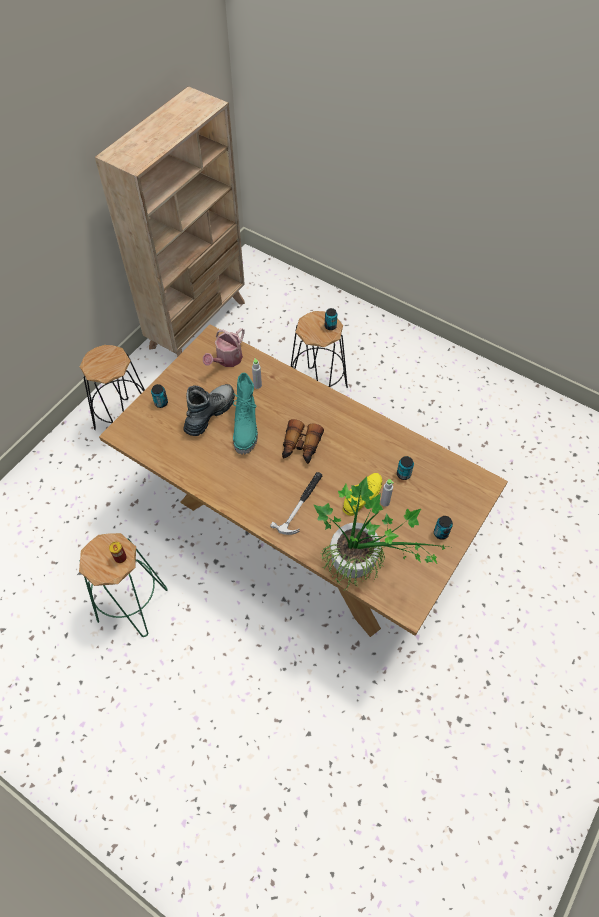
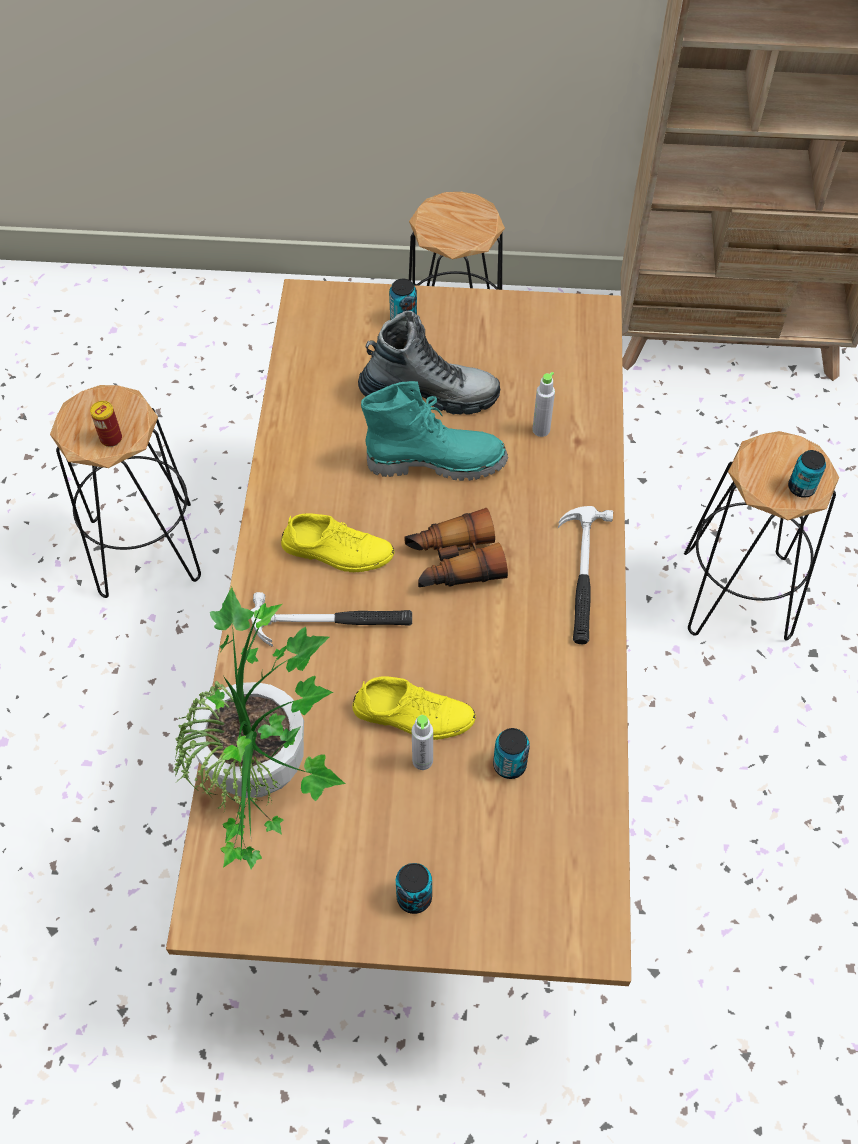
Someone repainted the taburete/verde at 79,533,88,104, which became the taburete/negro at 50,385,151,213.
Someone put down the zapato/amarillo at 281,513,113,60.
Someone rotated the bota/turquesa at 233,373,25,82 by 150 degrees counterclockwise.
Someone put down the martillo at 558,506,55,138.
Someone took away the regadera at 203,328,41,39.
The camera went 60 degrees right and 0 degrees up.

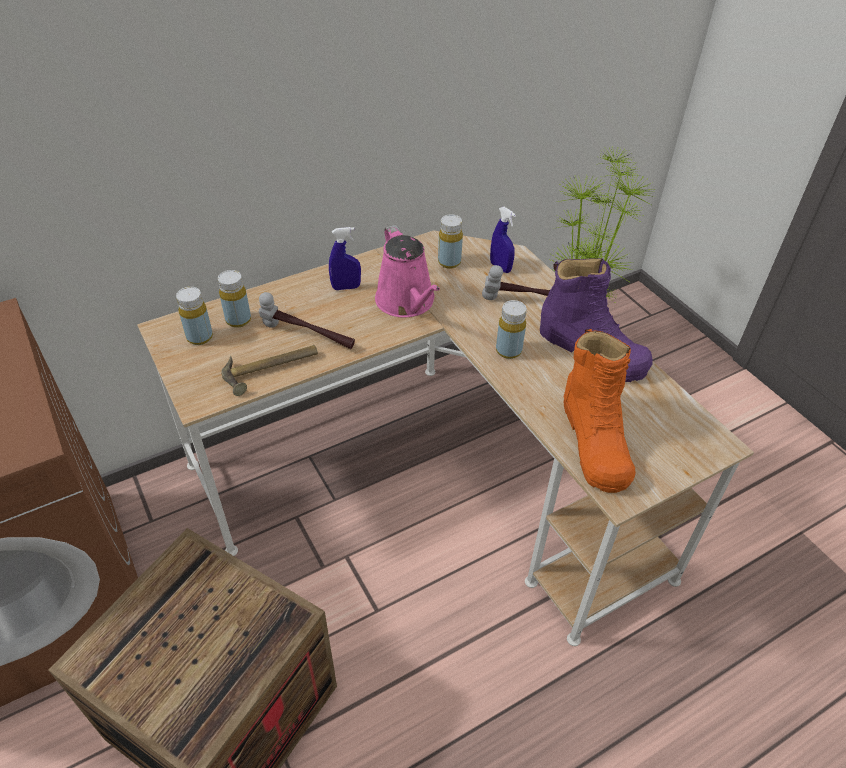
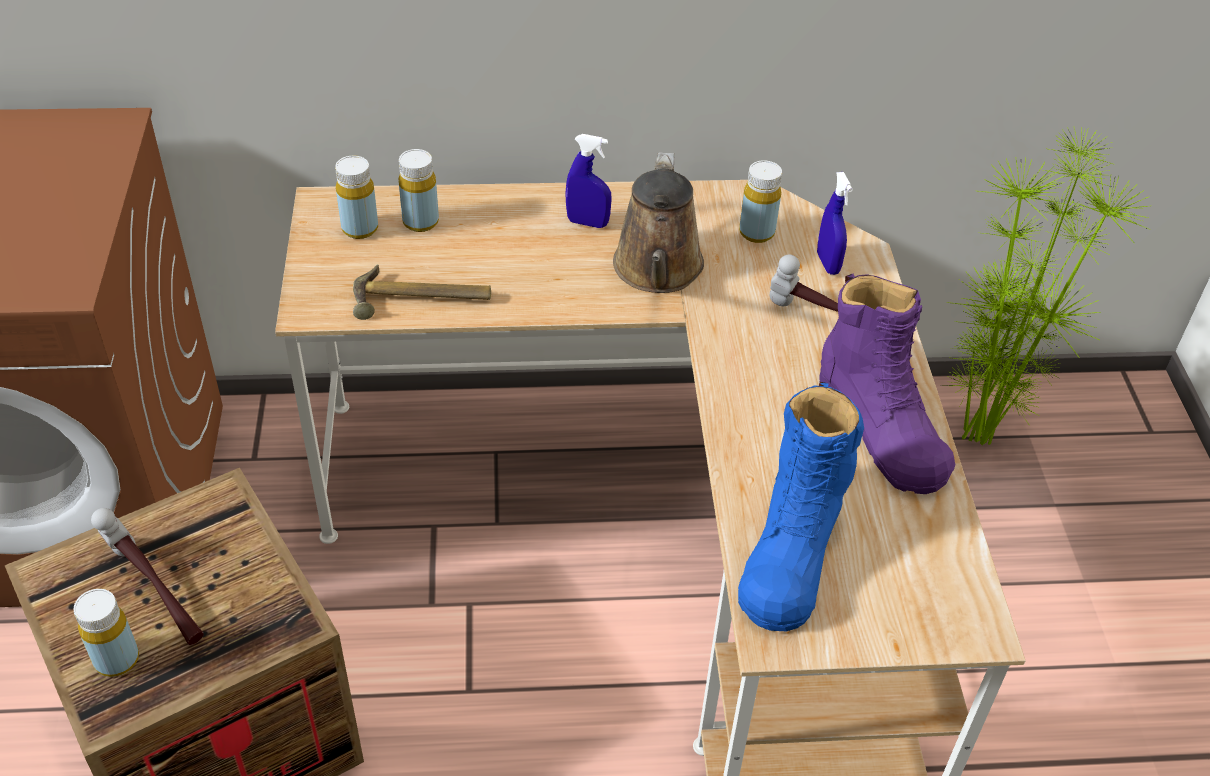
Someone carried the botella/amarillo from 496,300,31,59 to 74,589,65,88.
Someone carried the martillo from 259,292,96,57 to 91,508,113,137.
Someone repainted the regadera/rosa at 375,225,65,93, which became the regadera/marrón at 613,152,91,141.
Someone repainted the bota/naranja at 564,329,71,164, which became the bota/azul at 738,382,126,249.
The camera went 25 degrees right and 0 degrees up.

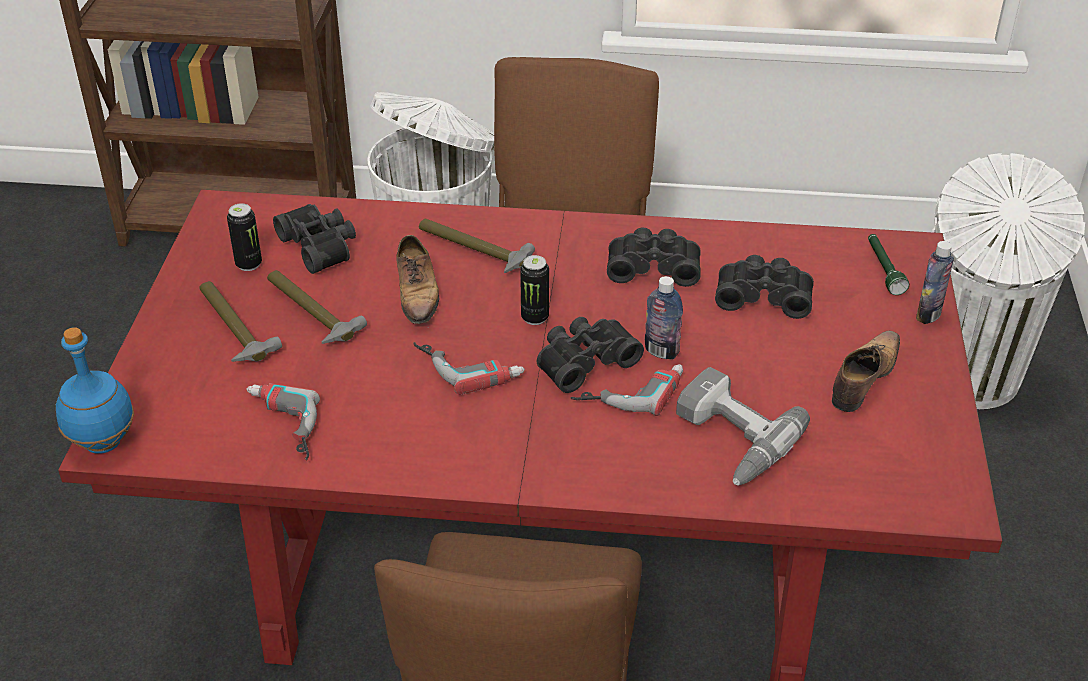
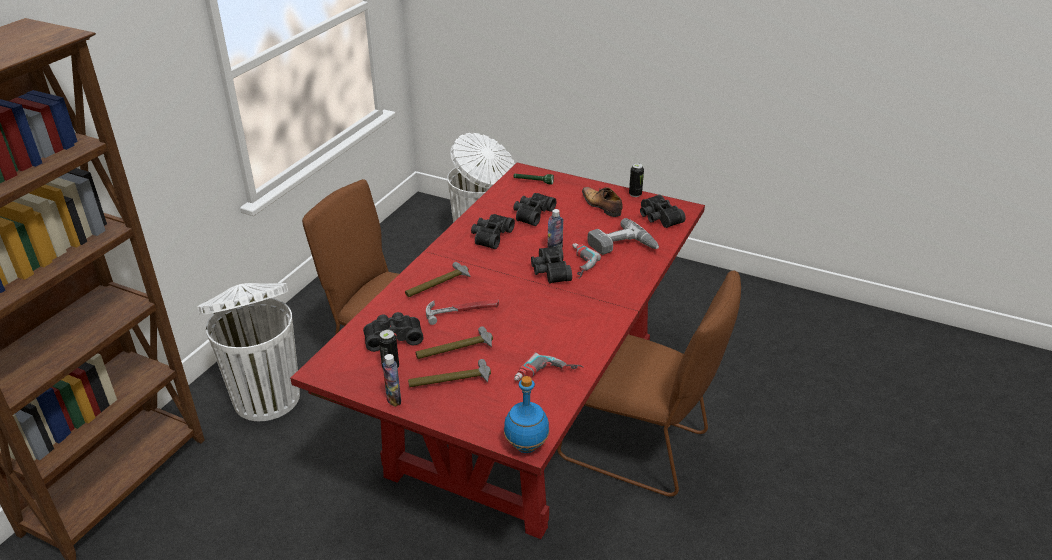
Someone carried the botella from 916,241,38,83 to 382,354,19,53.
Someone swapped the zapato at 396,235,43,89 for the martillo at 426,299,73,26.
Someone carried the lata from 520,255,29,70 to 629,163,15,34.
Someone put down the prismáticos/negro at 640,195,46,33.
Someone took away the taladro at 414,342,111,53.
The camera went 70 degrees left and 5 degrees down.

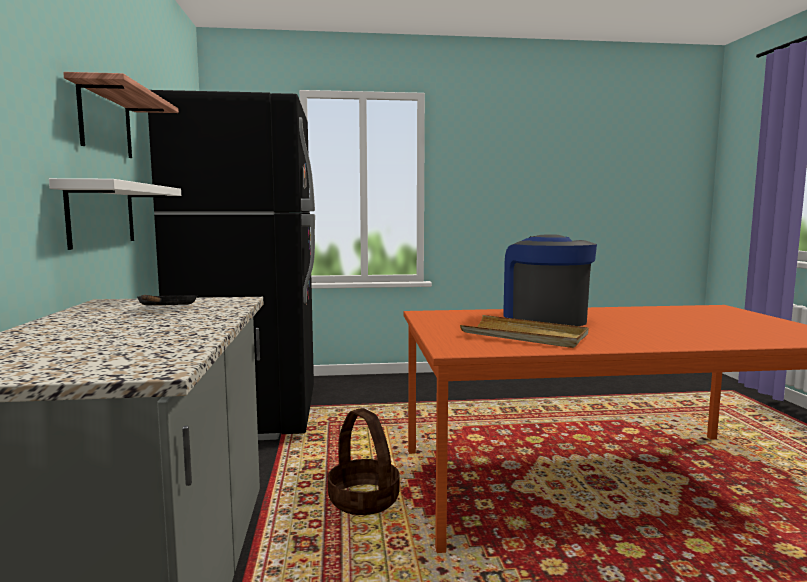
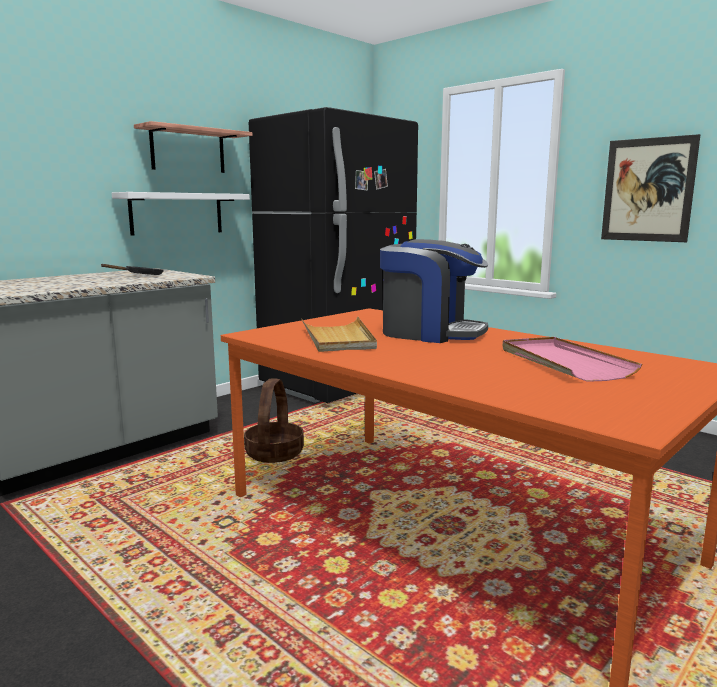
Someone rotated the cafetera at 503,234,94,92 by 75 degrees clockwise.
Someone put down the bandeja/rosa at 503,337,139,45.
Someone put up the cuadro at 601,134,100,108.
The camera went 50 degrees right and 5 degrees up.

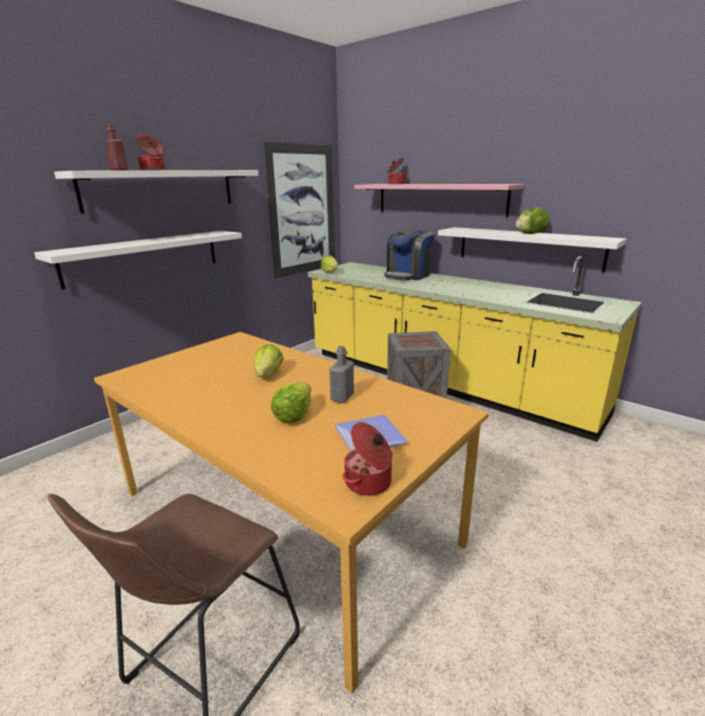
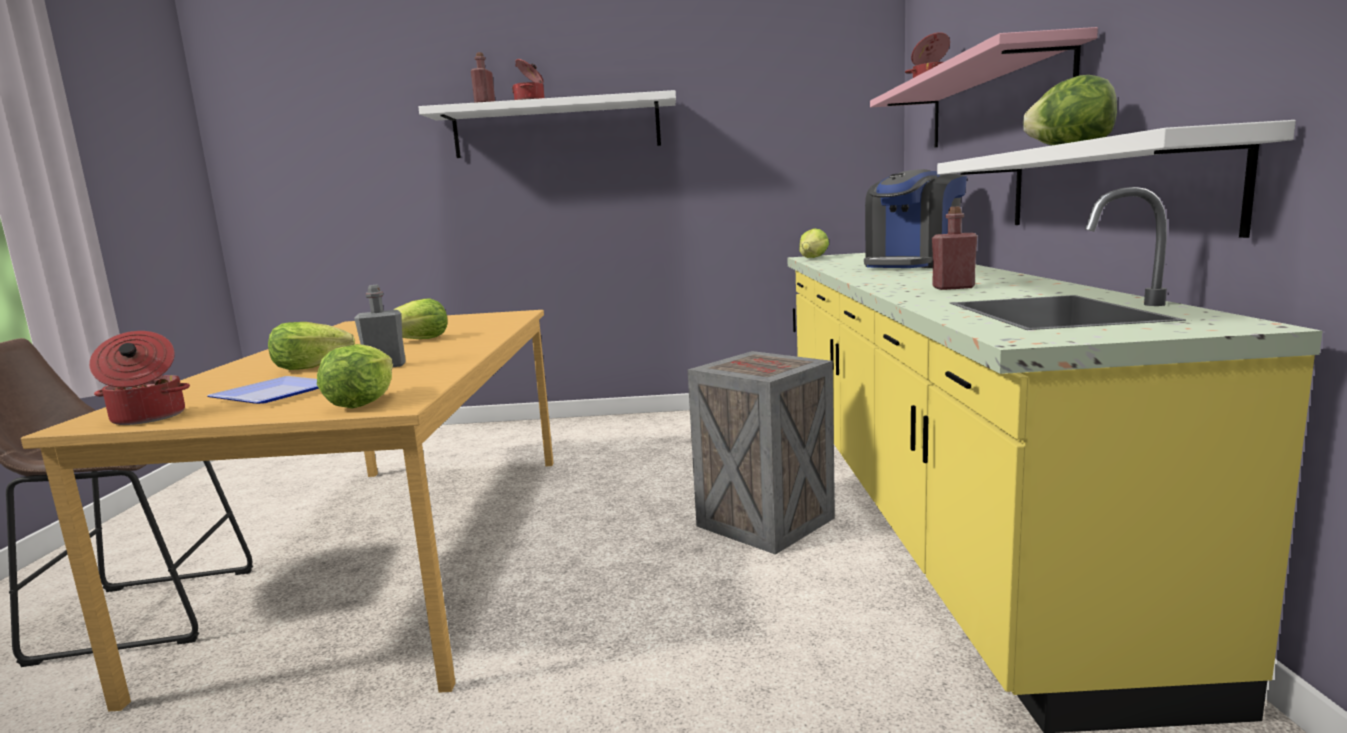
Someone put down the lechuga at 317,344,76,65.
Someone rotated the cafetera at 384,229,51,51 by 45 degrees counterclockwise.
Someone put down the botella/rojo at 932,207,45,83.
Someone took away the estante/blanco at 34,231,208,59.
Someone took away the cuadro at 263,142,72,136.
The camera went 50 degrees right and 10 degrees down.

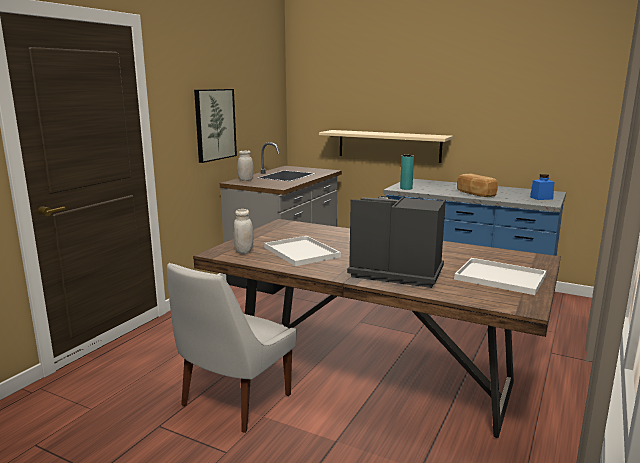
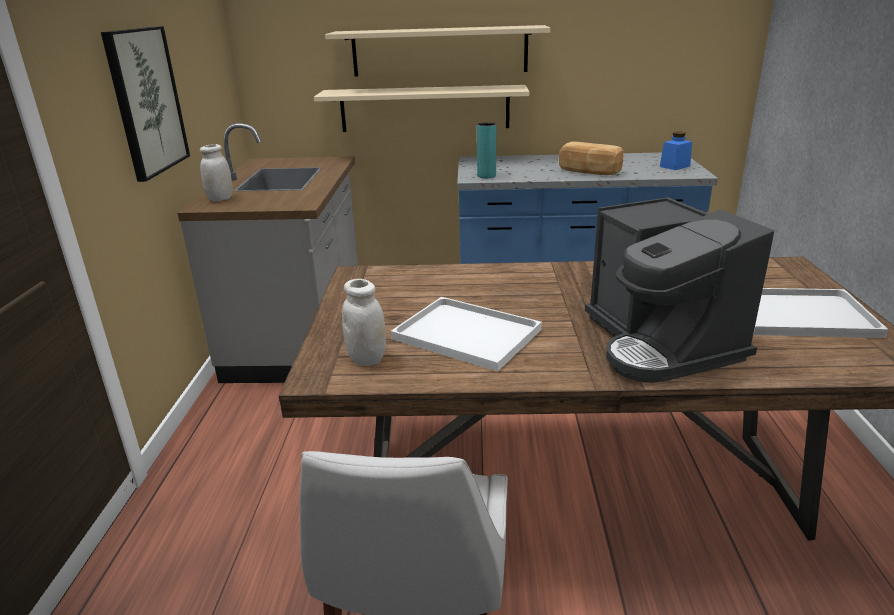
Someone put up the estante/beis at 325,25,225,52.
Someone rotated the cafetera at 347,196,99,92 by 105 degrees counterclockwise.
The camera went 25 degrees left and 10 degrees up.

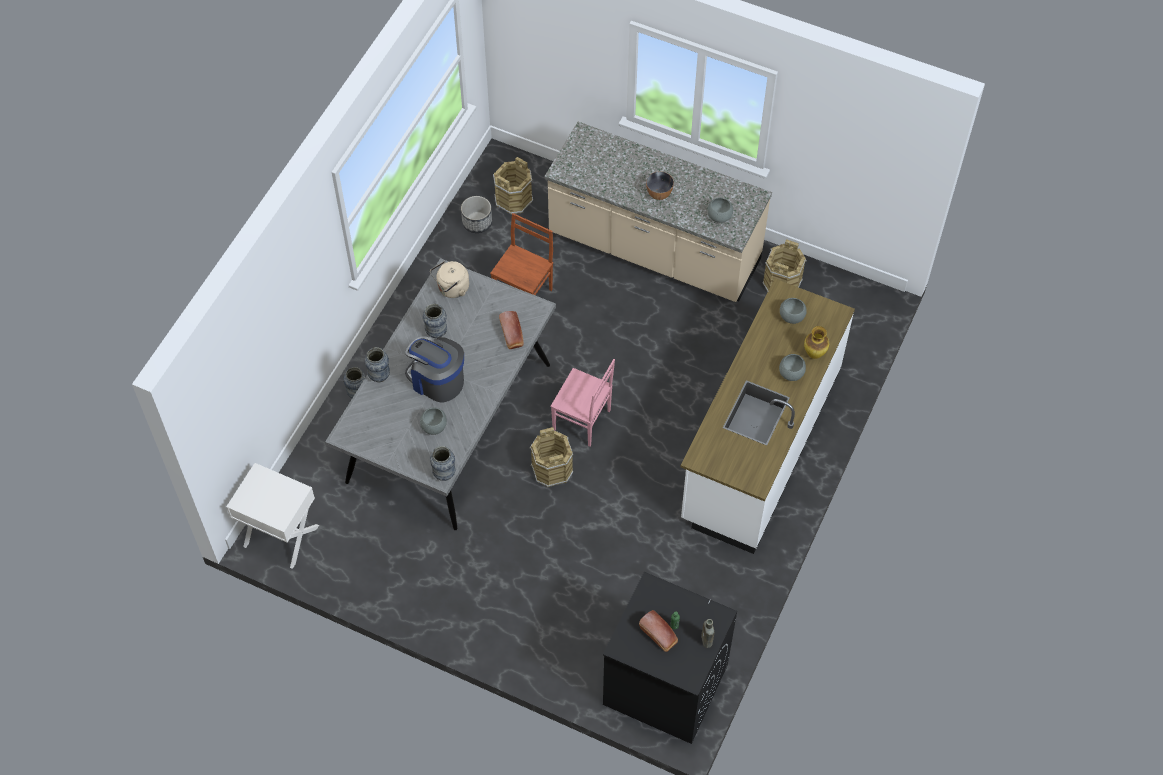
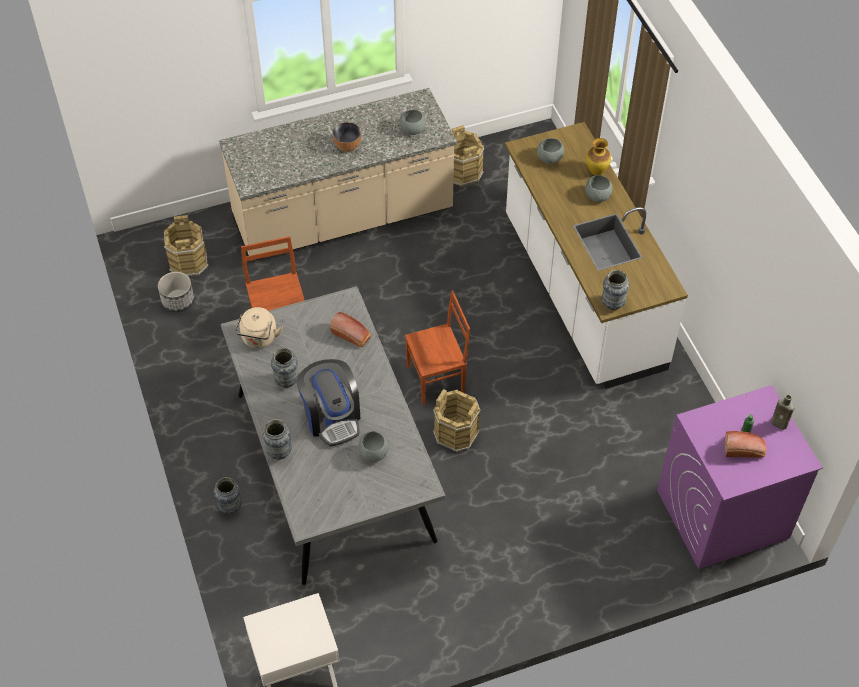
Someone rotated the cafetera at 405,336,59,67 by 105 degrees counterclockwise.
Someone repainted the silla/rosa at 551,359,64,88, which became the silla/marrón at 405,290,65,115.
Someone carried the florero from 430,446,25,35 to 602,270,27,40.
Someone repainted the lavadora/negro at 603,572,134,172, which became the lavadora/morado at 657,385,166,184.
The camera went 45 degrees left and 5 degrees down.

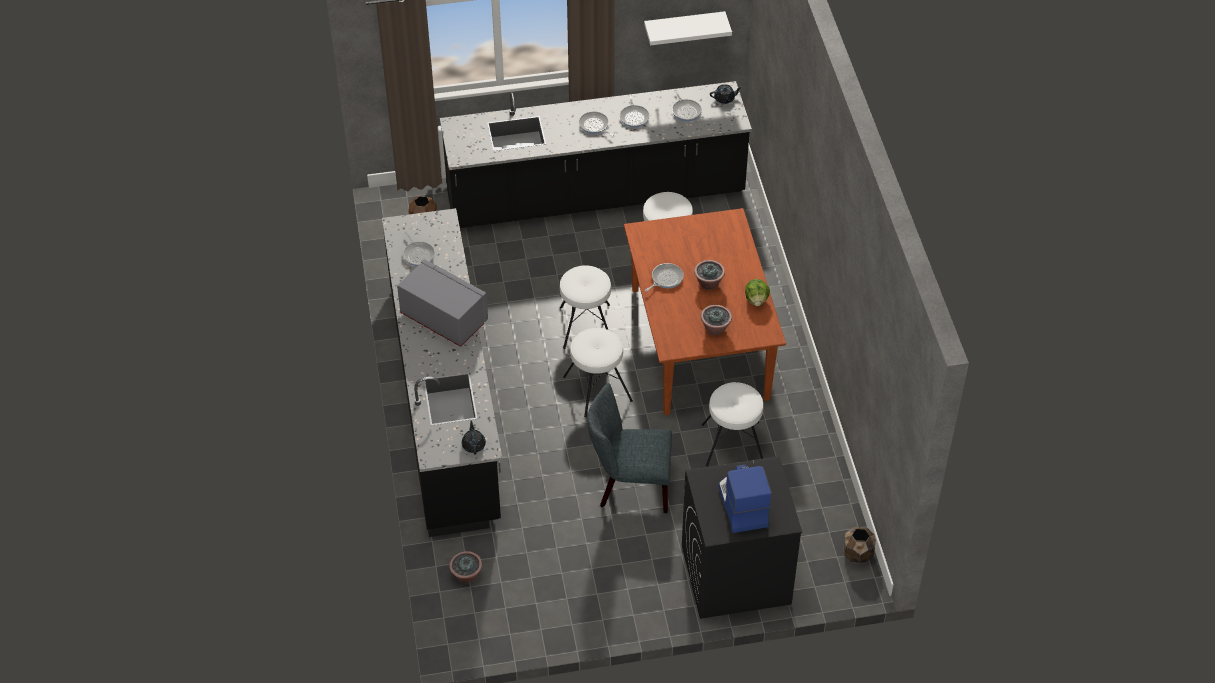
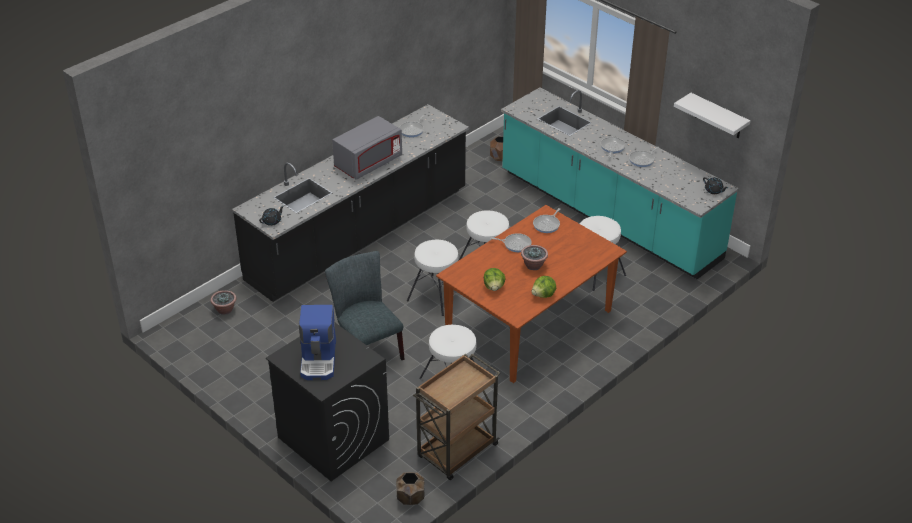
Someone rotated the cafetera at 719,465,53,68 by 135 degrees clockwise.
Someone rotated the microondas/gris at 397,259,91,88 by 45 degrees clockwise.
Someone put down the carrito/marrón at 413,354,87,126.
Someone swapped the planta en maceta at 700,305,32,30 for the lechuga at 484,268,22,23.
Someone repainted the mueble bajo de cocina/negro at 440,81,312,147, which became the mueble bajo de cocina/turquesa at 501,87,238,192.
Someone carried the sartén from 672,89,30,32 to 533,208,27,25.
The camera went 55 degrees right and 10 degrees down.

